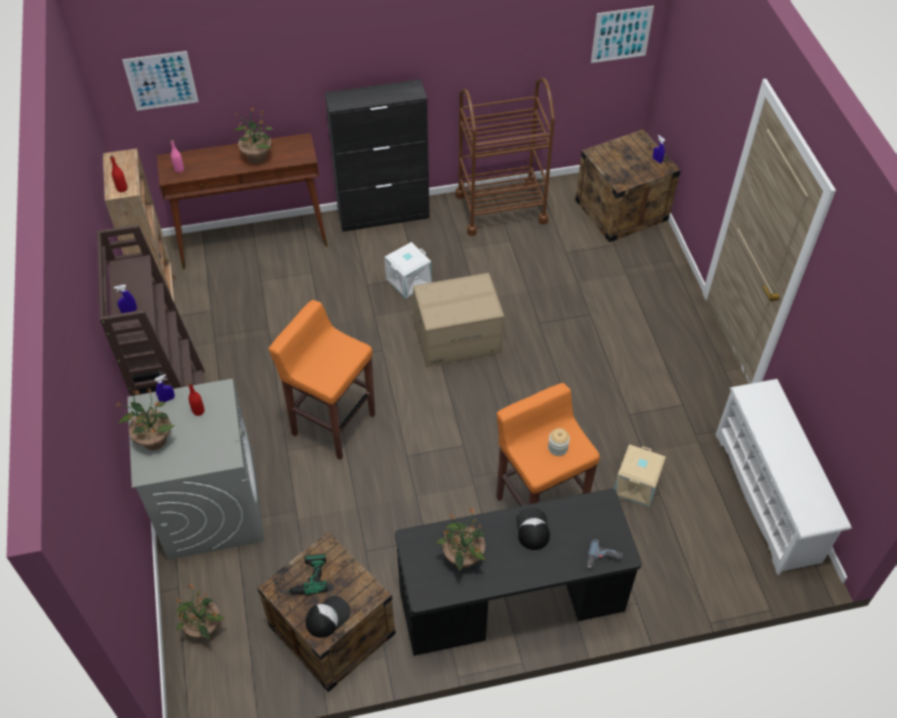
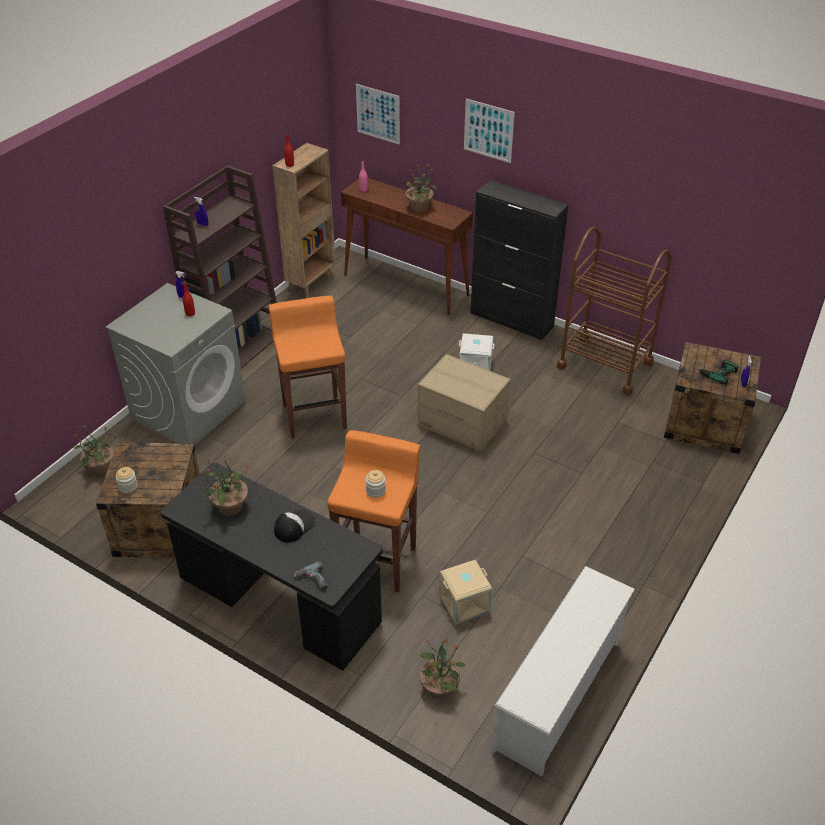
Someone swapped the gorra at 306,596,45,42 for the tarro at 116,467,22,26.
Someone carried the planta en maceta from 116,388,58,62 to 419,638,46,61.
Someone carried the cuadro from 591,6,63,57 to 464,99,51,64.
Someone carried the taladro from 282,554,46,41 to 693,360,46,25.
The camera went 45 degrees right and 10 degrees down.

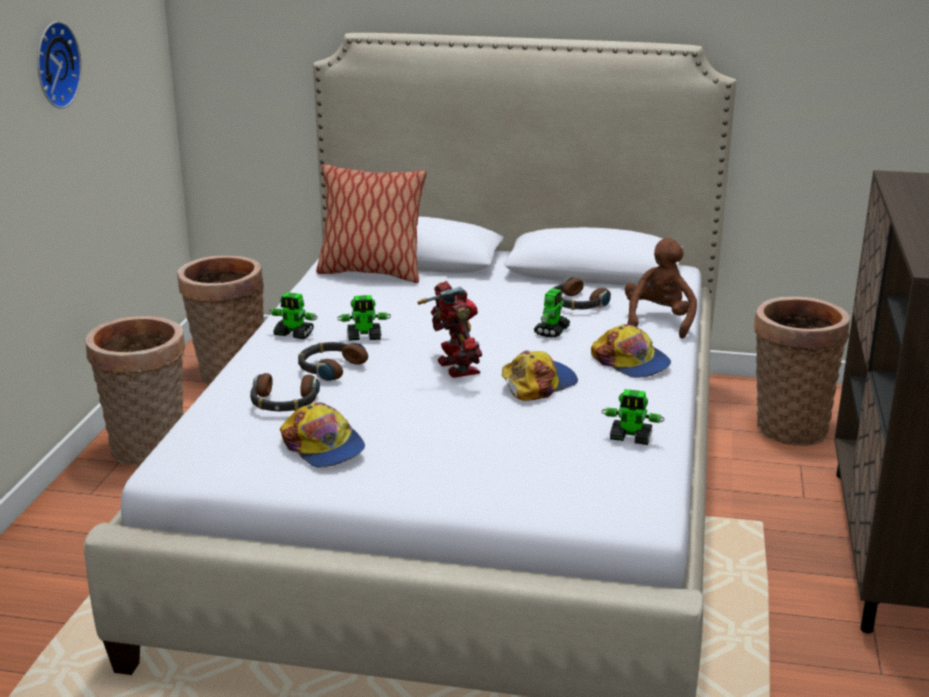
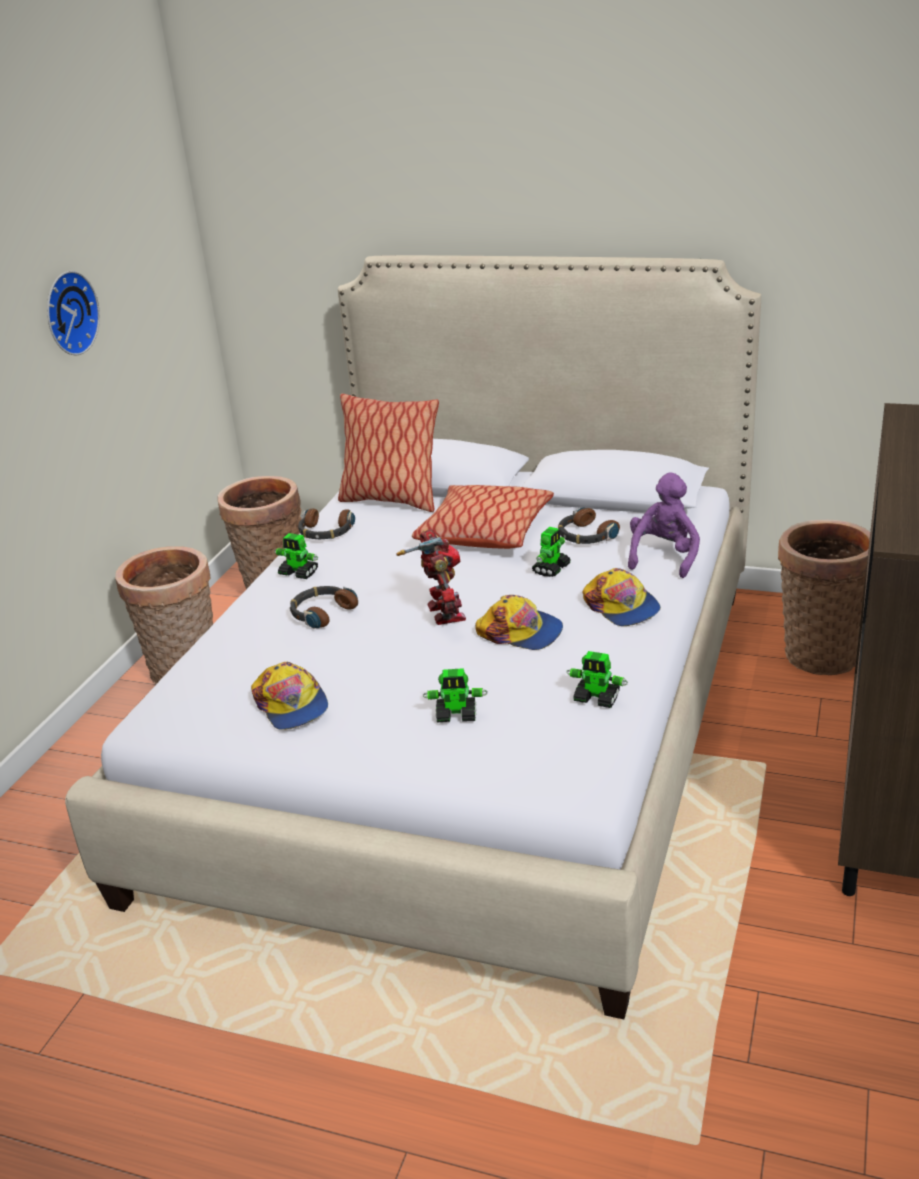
Someone carried the auriculares from 250,373,70,39 to 298,509,57,30.
Someone put down the cojín at 412,485,142,64.
Someone carried the robot de juguete from 337,295,54,46 to 423,668,65,55.
Someone rotated the gorra at 502,350,76,51 by 60 degrees clockwise.
Someone repainted the peluche/marrón at 625,238,72,101, which became the peluche/morado at 628,472,72,106.
The camera went 10 degrees right and 5 degrees up.

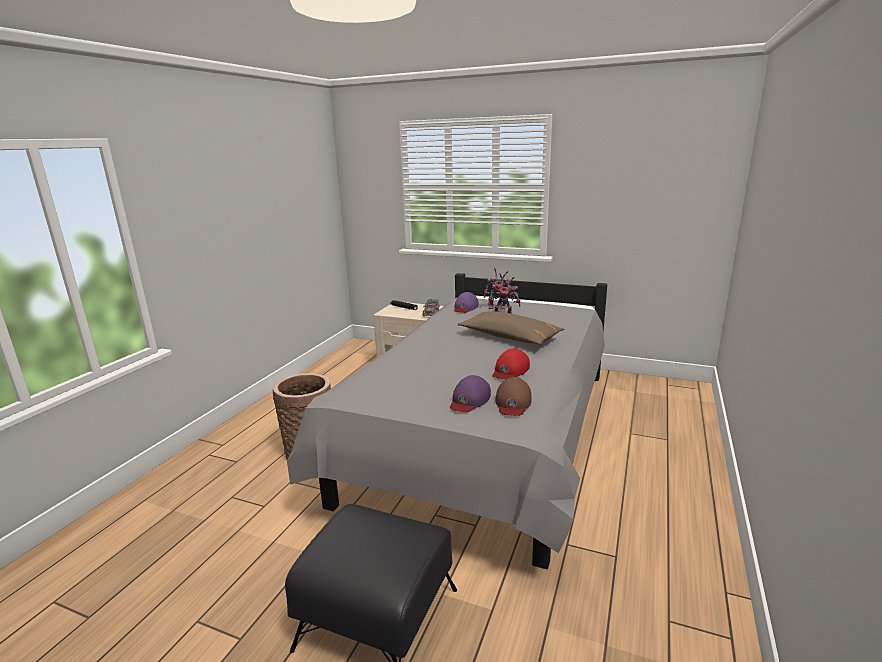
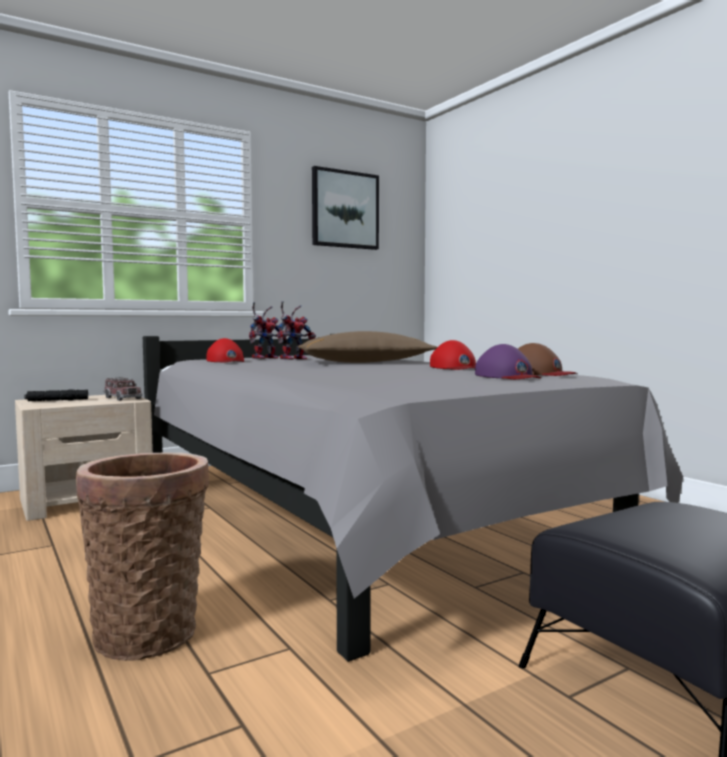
Someone repainted the gorra/morado at 454,292,24,21, which became the gorra/rojo at 206,338,38,25.
Someone put up the cuadro at 312,166,67,84.
The camera went 55 degrees left and 15 degrees down.

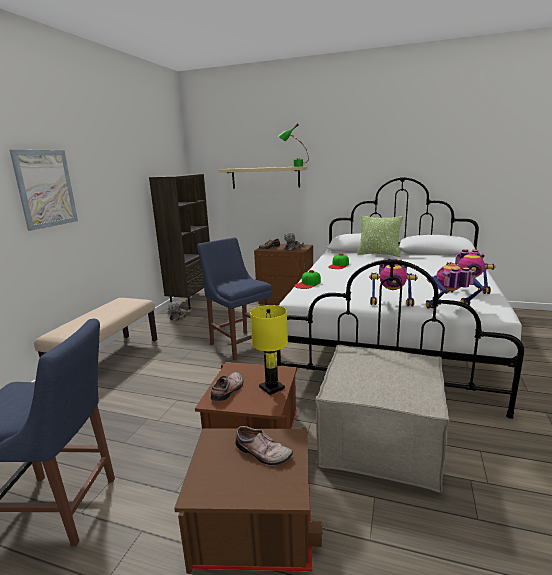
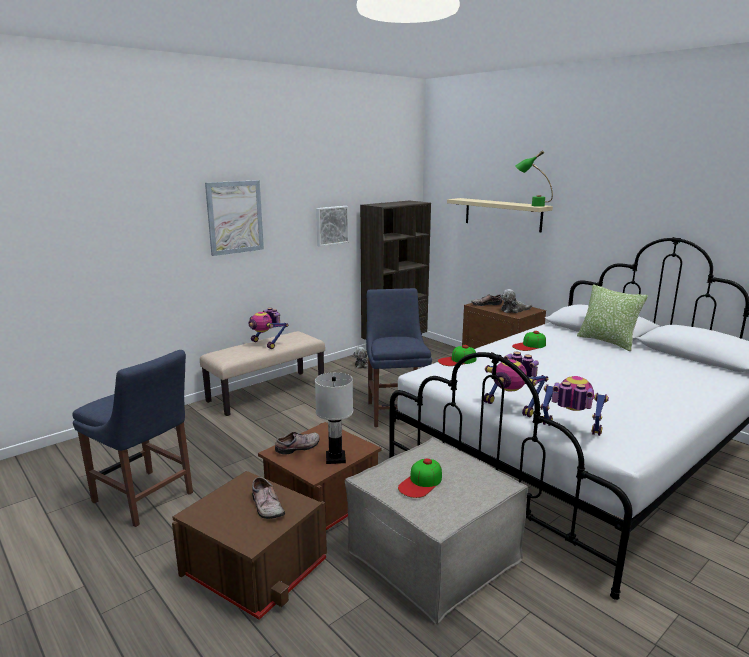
Someone carried the robot de juguete from 446,249,50,45 to 248,308,40,41.
Someone repainted the lámpara de mesa/amarillo at 250,305,38,90, which became the lámpara de mesa/blanco at 315,372,38,92.
Someone put up the cuadro at 316,206,33,40.
Someone put down the gorra at 398,458,44,40.
The camera went 30 degrees right and 0 degrees up.

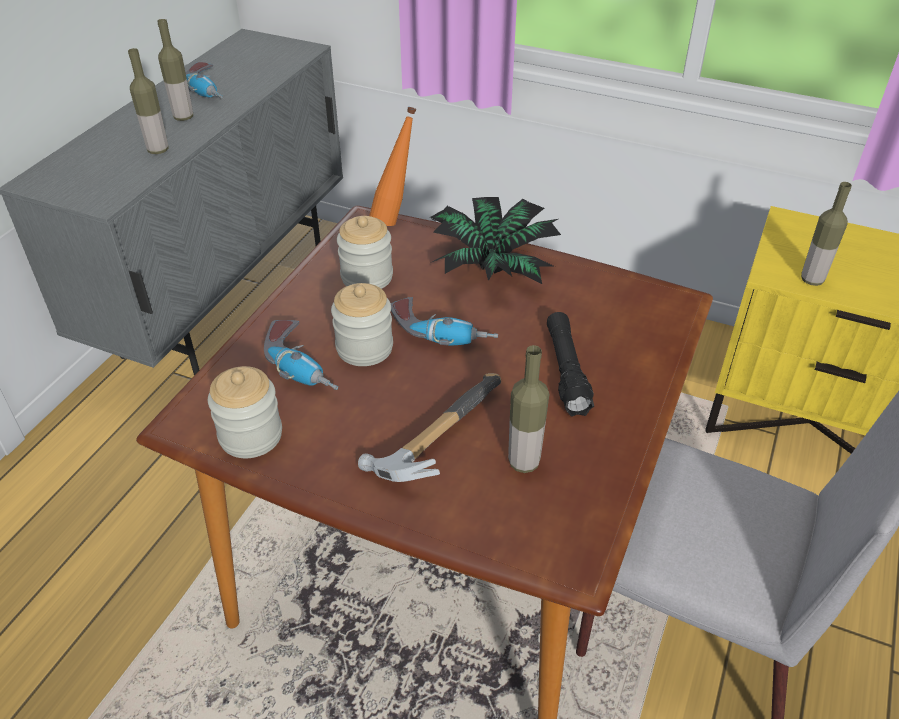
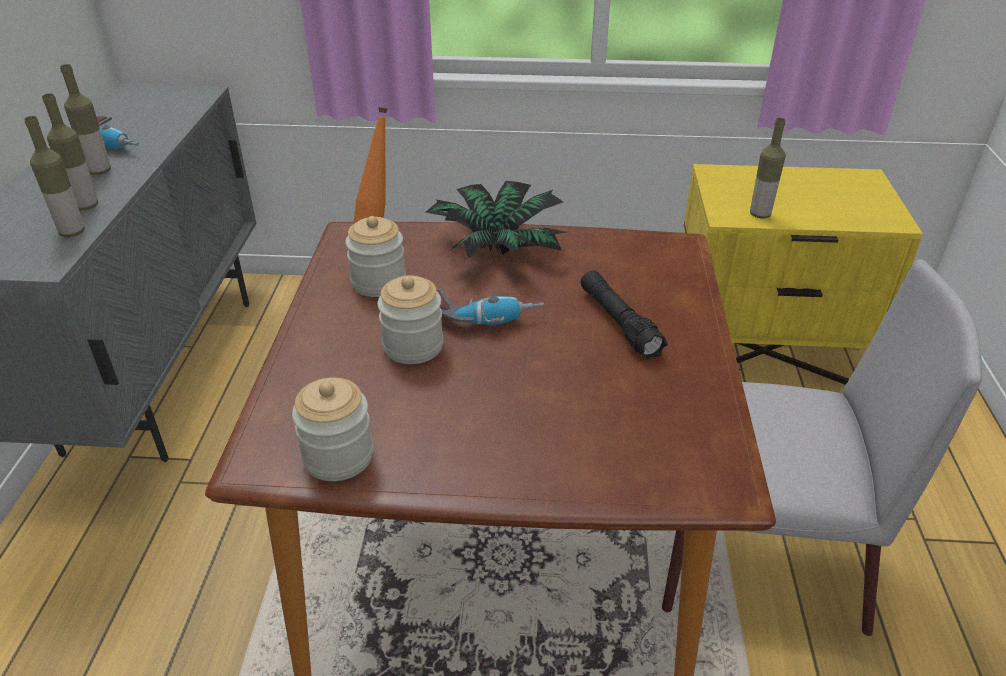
Someone carried the botella from 508,345,41,128 to 24,116,61,121.
Someone took away the taladro at 264,320,74,70.
Someone took away the martillo at 358,373,143,109.
The camera went 20 degrees left and 5 degrees down.

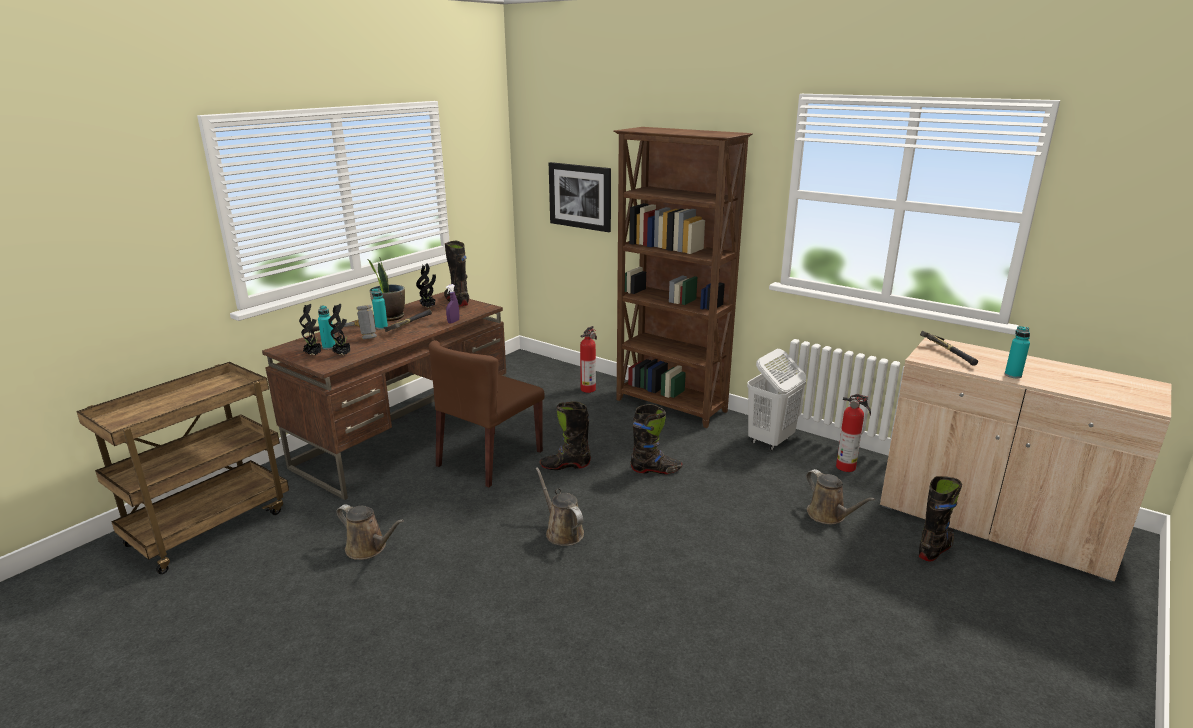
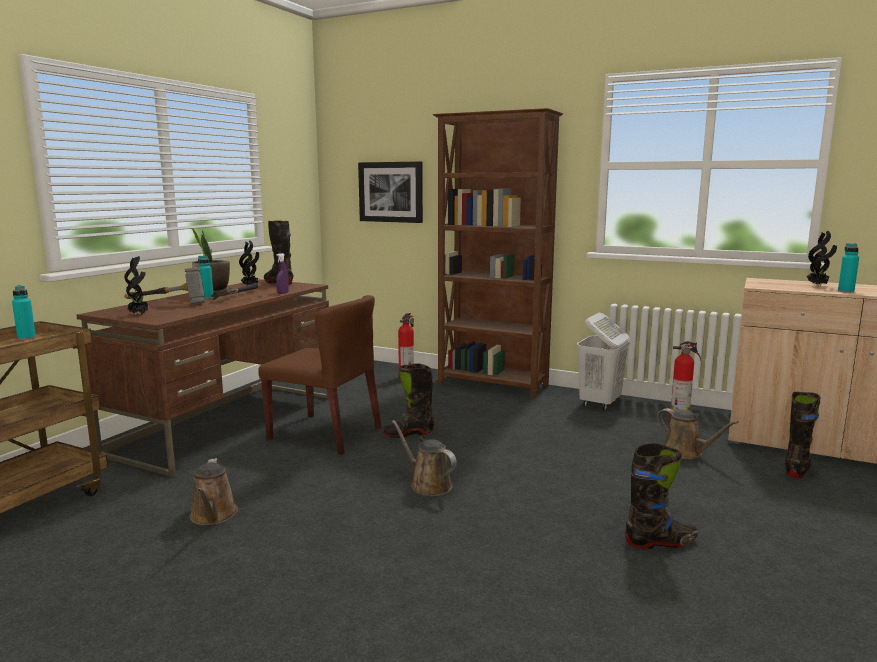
Someone carried the botella/turquesa from 318,305,18,44 to 12,285,24,55.
Someone rotated the regadera/marrón at 337,504,67,56 by 60 degrees clockwise.
Someone rotated the silla/marrón at 429,340,116,148 by 90 degrees counterclockwise.
Someone carried the bota/negro from 630,404,52,70 to 625,443,73,106.
Someone carried the planta en maceta from 328,304,24,51 to 807,231,30,54.
Someone took away the martillo at 920,331,58,35.
The camera went 10 degrees left and 10 degrees down.

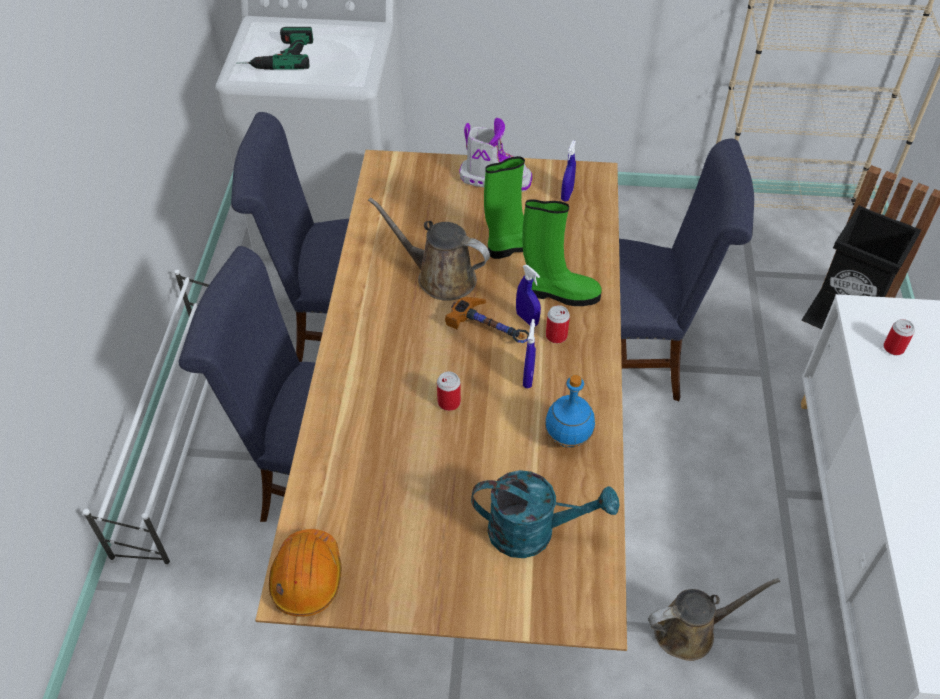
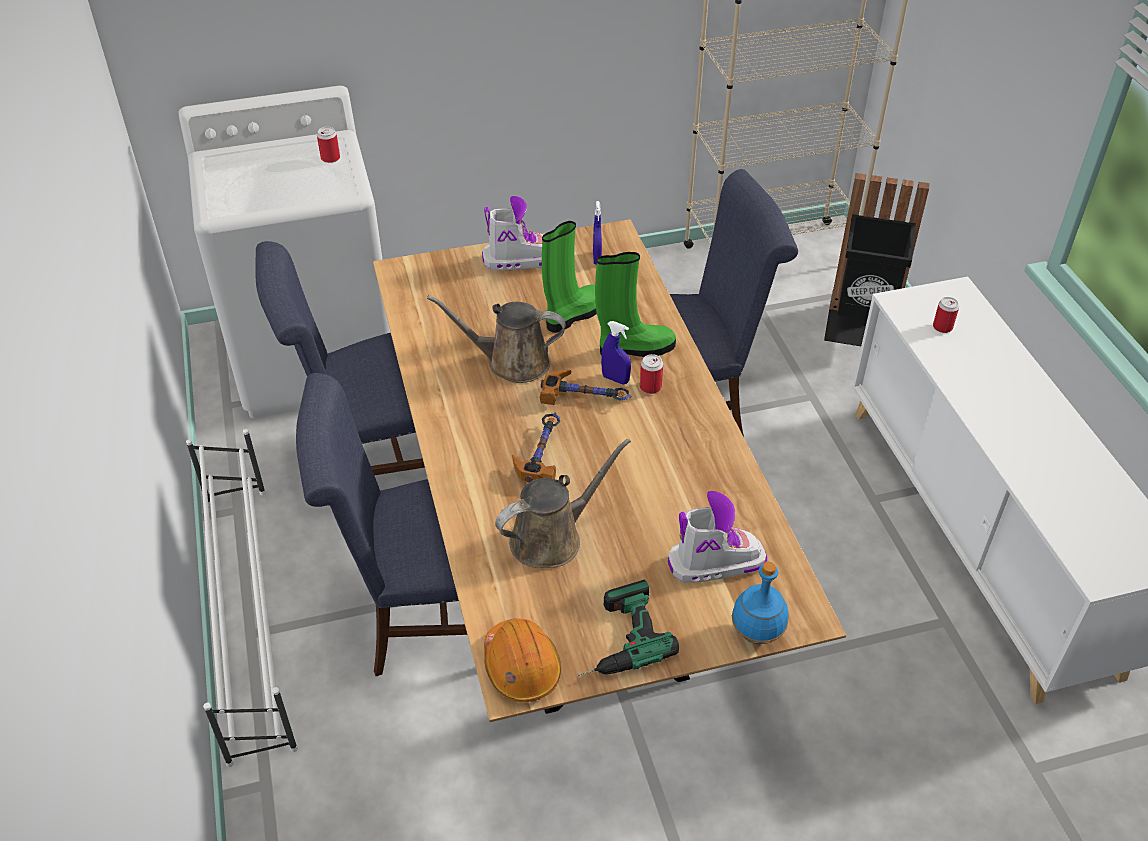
Someone carried the lata from 437,371,24,40 to 317,127,23,36.
Someone carried the regadera/marrón from 648,578,132,83 to 495,439,136,129.
Someone put down the martillo at 512,413,48,70.
Someone carried the taladro from 236,27,77,43 to 577,580,102,96.
Someone swapped the regadera/turquesa at 471,470,148,88 for the bota at 668,491,99,92.
Someone carried the botella/azul from 545,375,50,73 to 732,562,57,82.
Someone took away the pulverizador/azul at 523,319,13,69.
The camera went 20 degrees left and 5 degrees down.

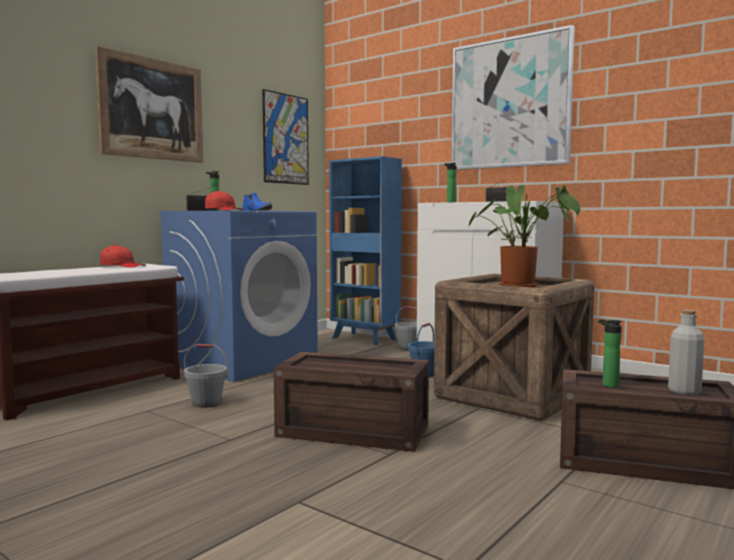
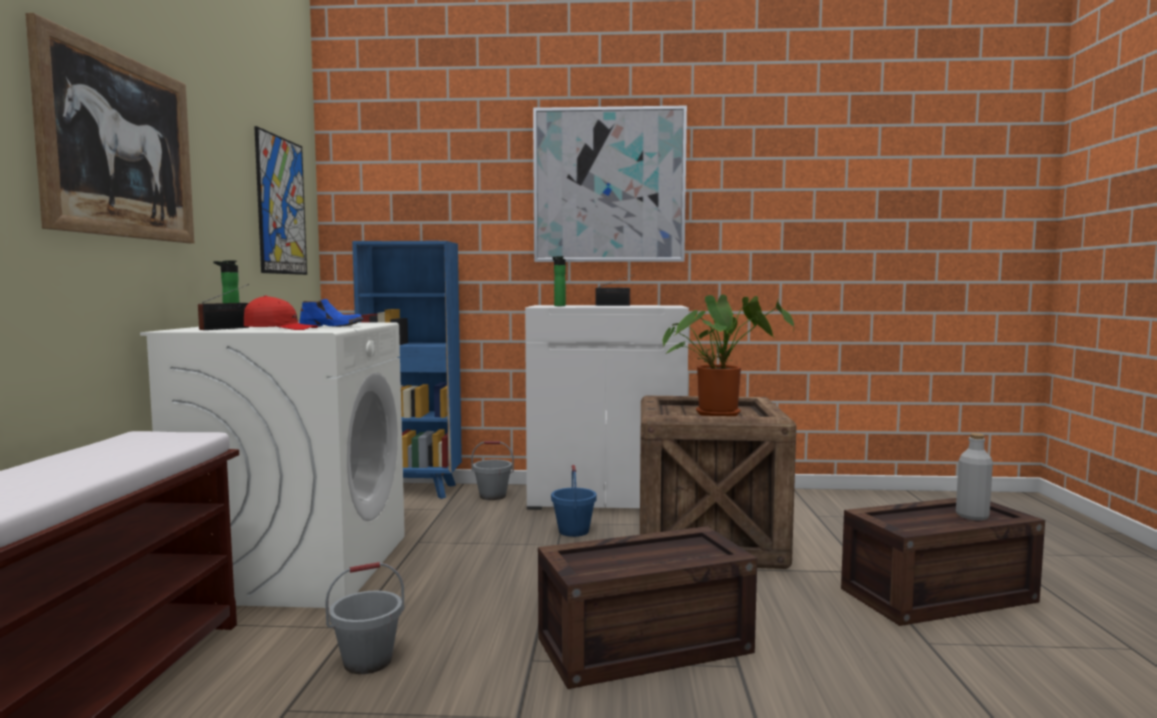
Someone repainted the lavadora/azul at 159,210,159,172, which became the lavadora/blanco at 140,322,265,286.
Someone took away the gorra/rojo at 100,245,46,23.
Someone took away the botella at 598,319,24,69.
The camera went 35 degrees left and 0 degrees up.

